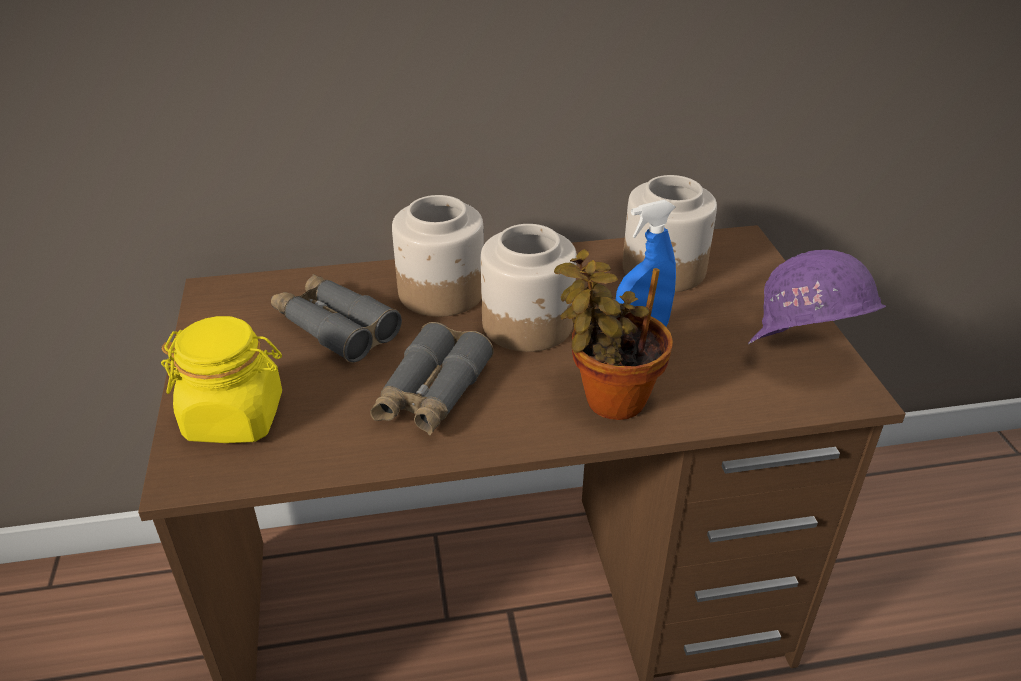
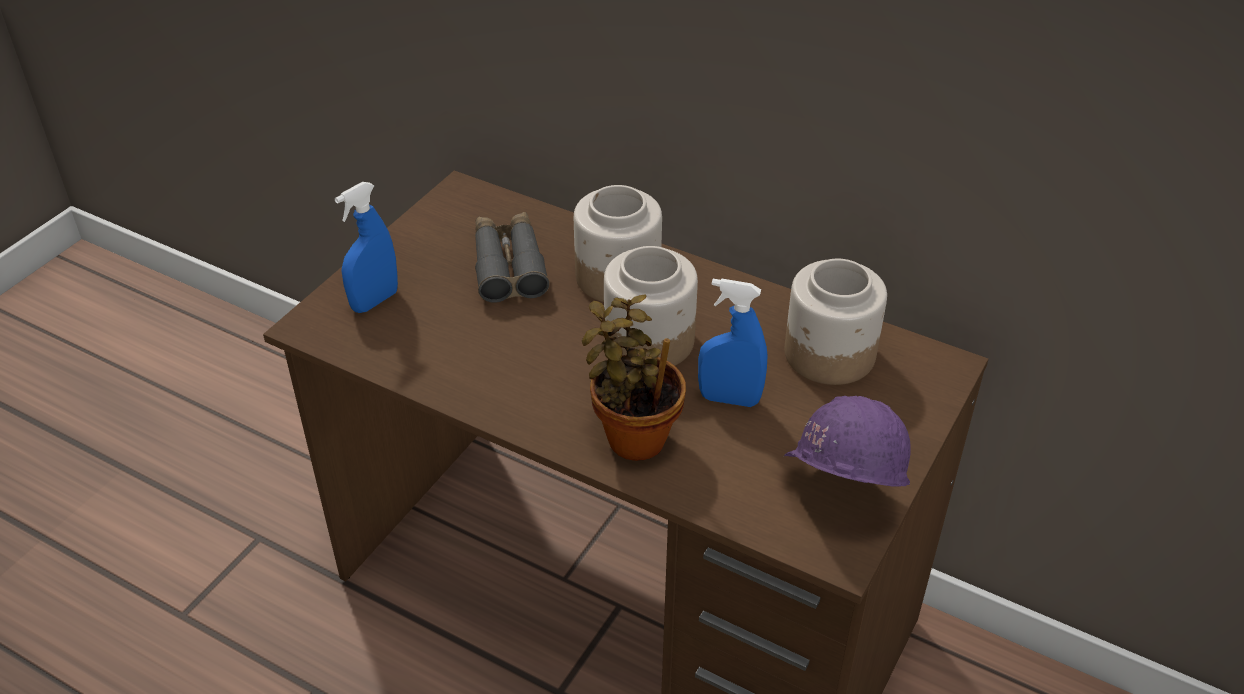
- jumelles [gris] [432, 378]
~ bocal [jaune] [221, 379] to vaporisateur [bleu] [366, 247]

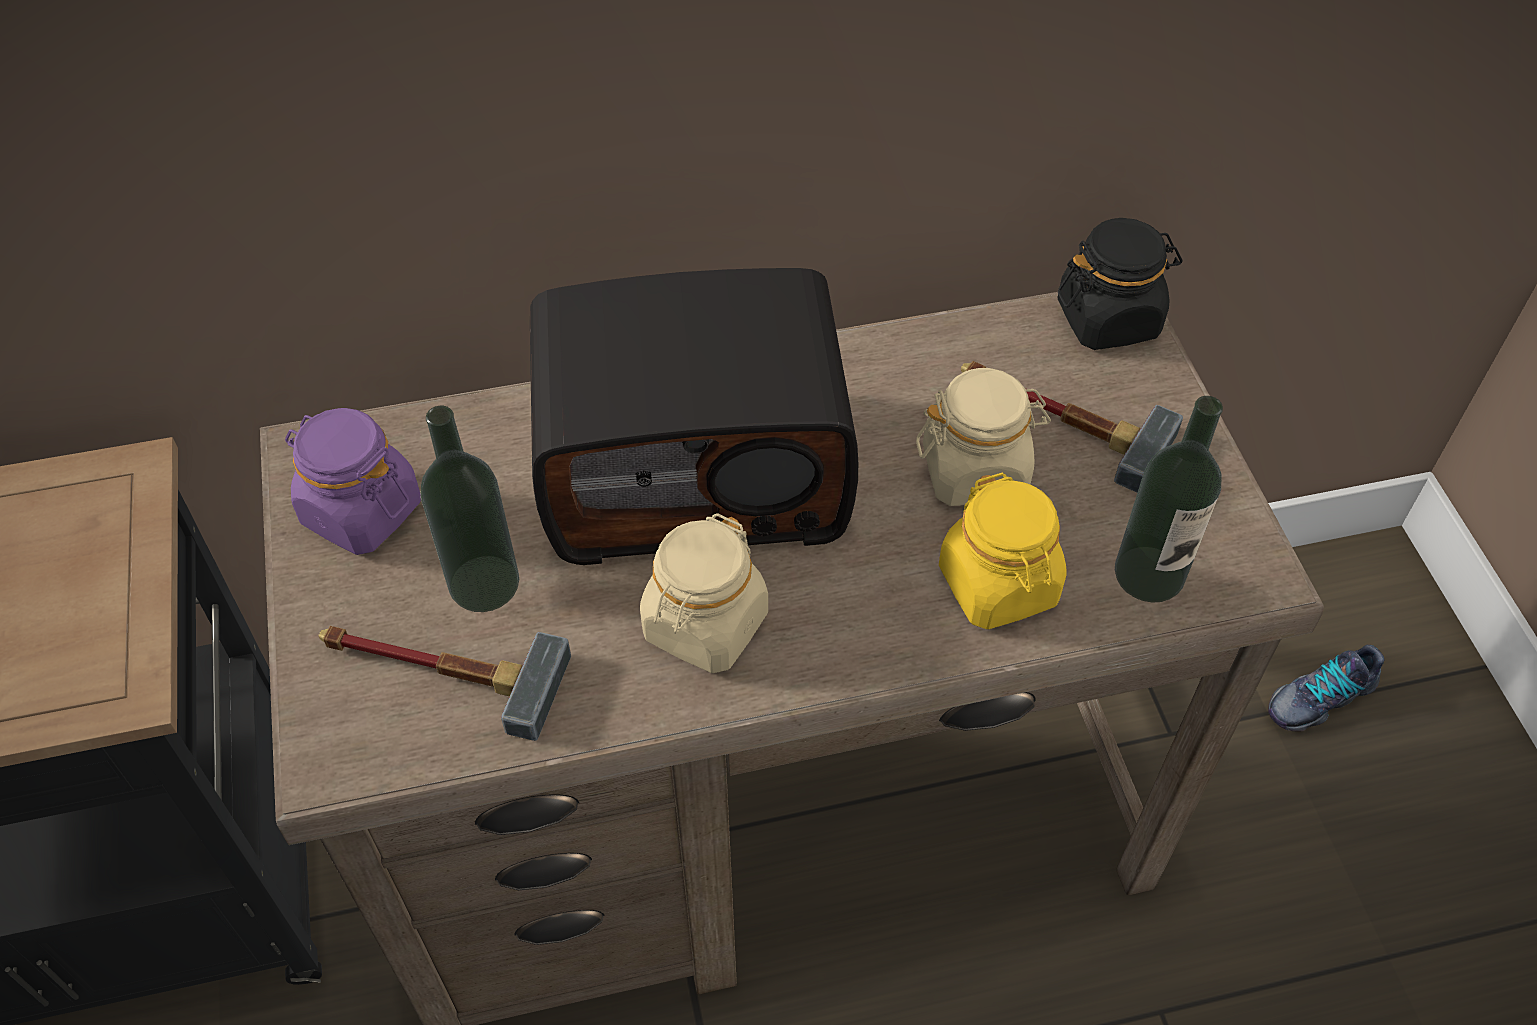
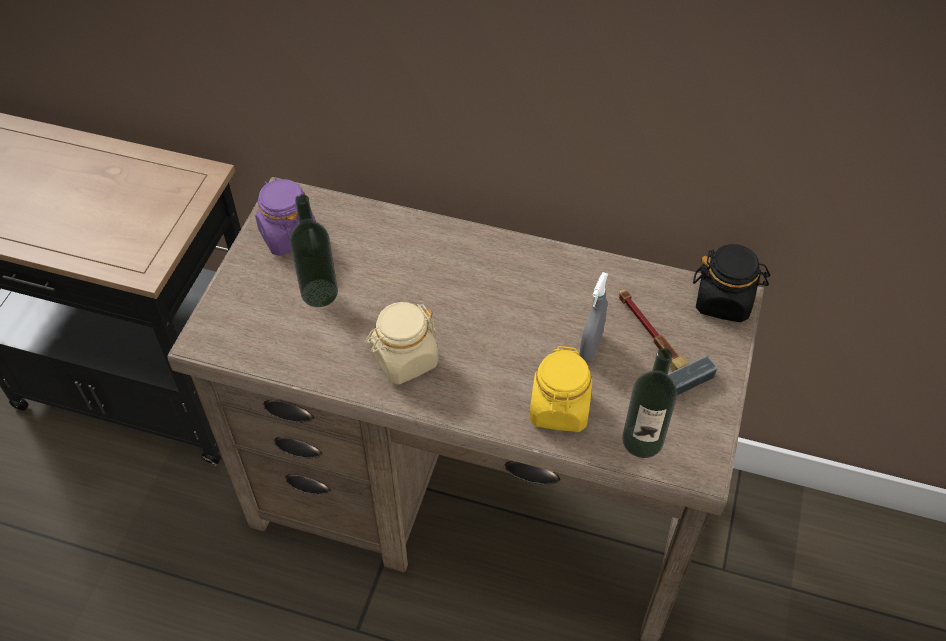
- marteau [444, 683]
- radio [694, 416]
- chaussure [1326, 688]
~ bocal [beige] [983, 437] to vaporisateur [gris] [594, 316]

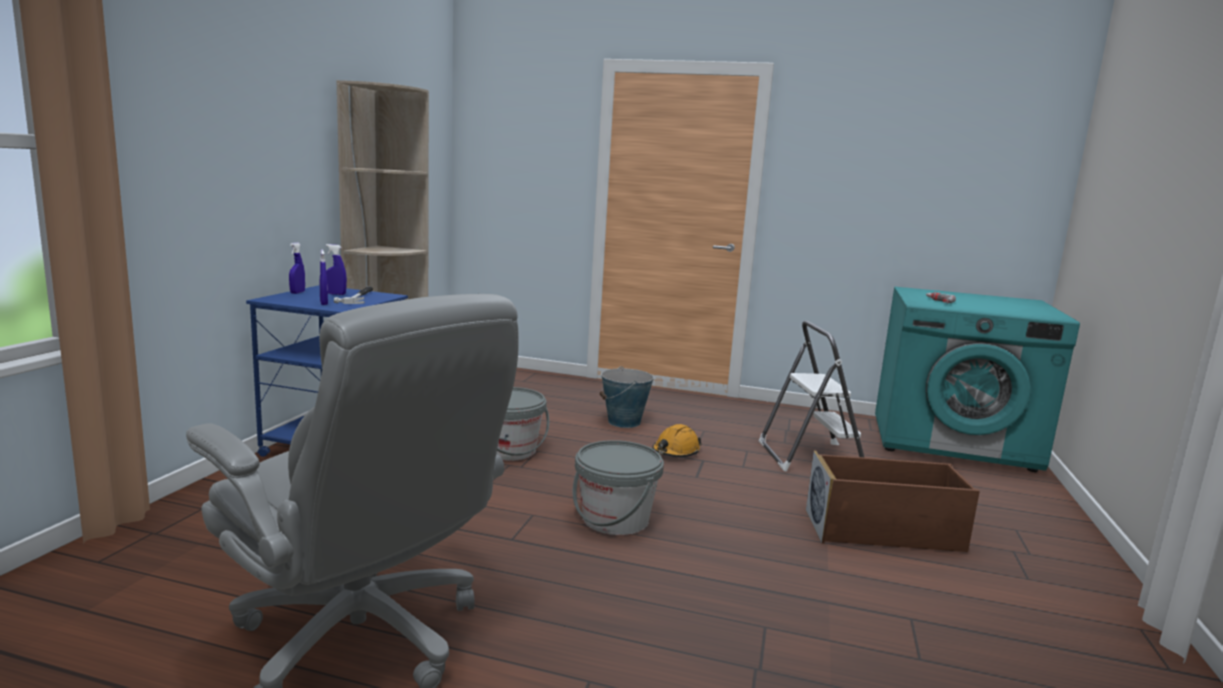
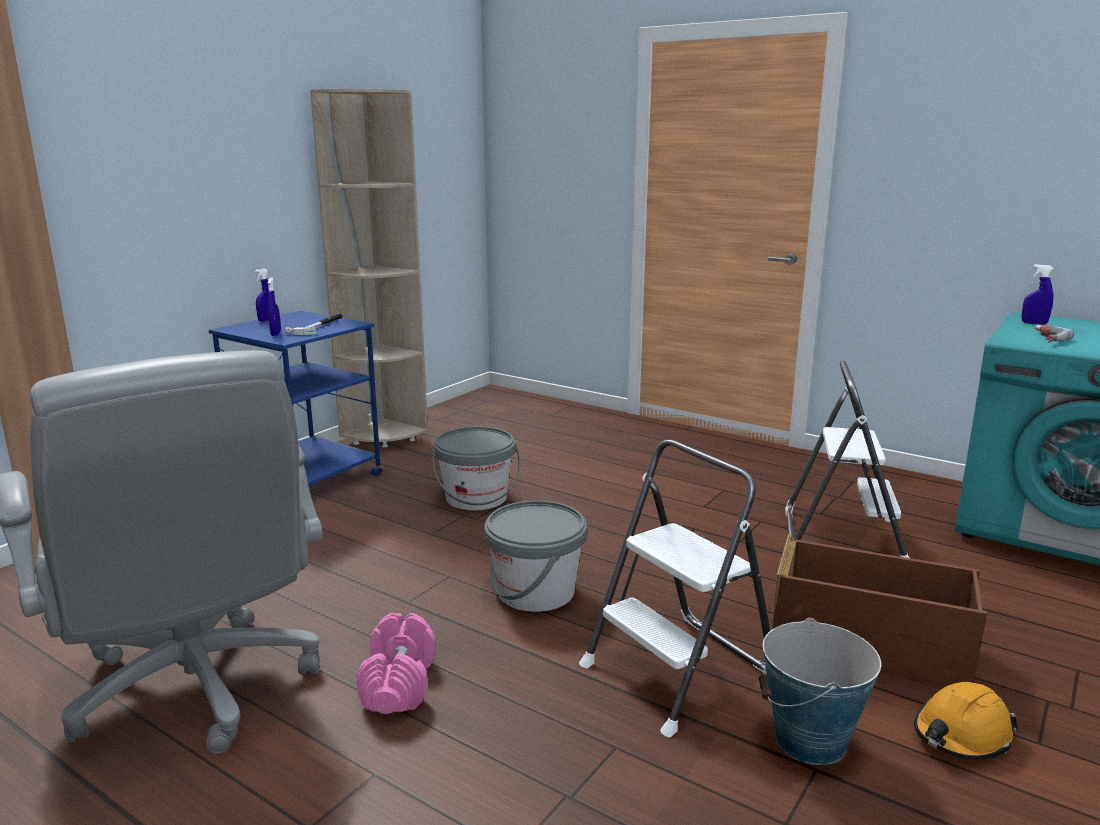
+ haltère [rose] [396, 663]
+ escabeau [blanc] [674, 588]
~ vaporisateur [bleu] [336, 269] to [1037, 294]
~ seau [627, 397] to [820, 691]
~ casque de chantier [orange] [677, 440] to [966, 721]

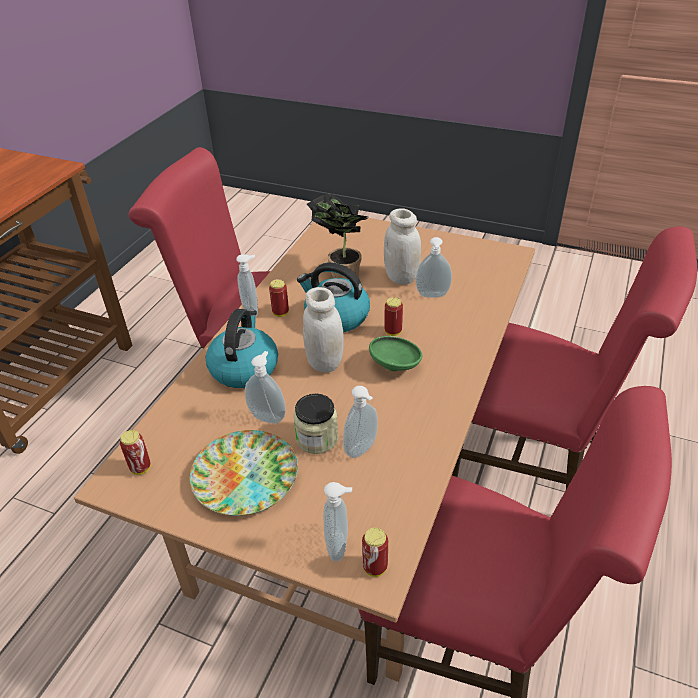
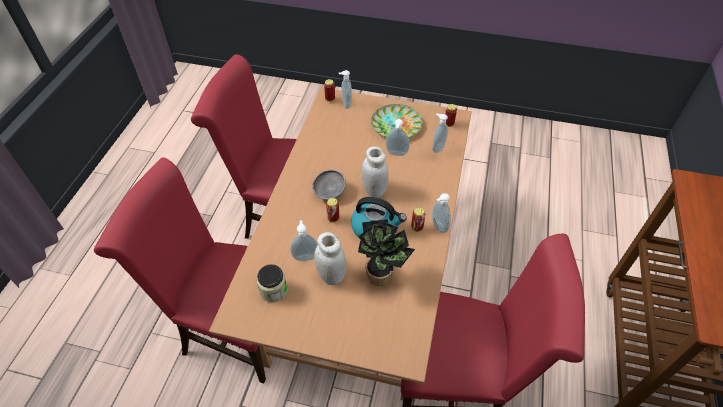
- bouilloire [242, 348]
~ bocal [315, 423] to [272, 283]
~ distributeur de savon [360, 422] to [440, 133]
~ bol [vert] [395, 353] to bol [gris] [329, 185]

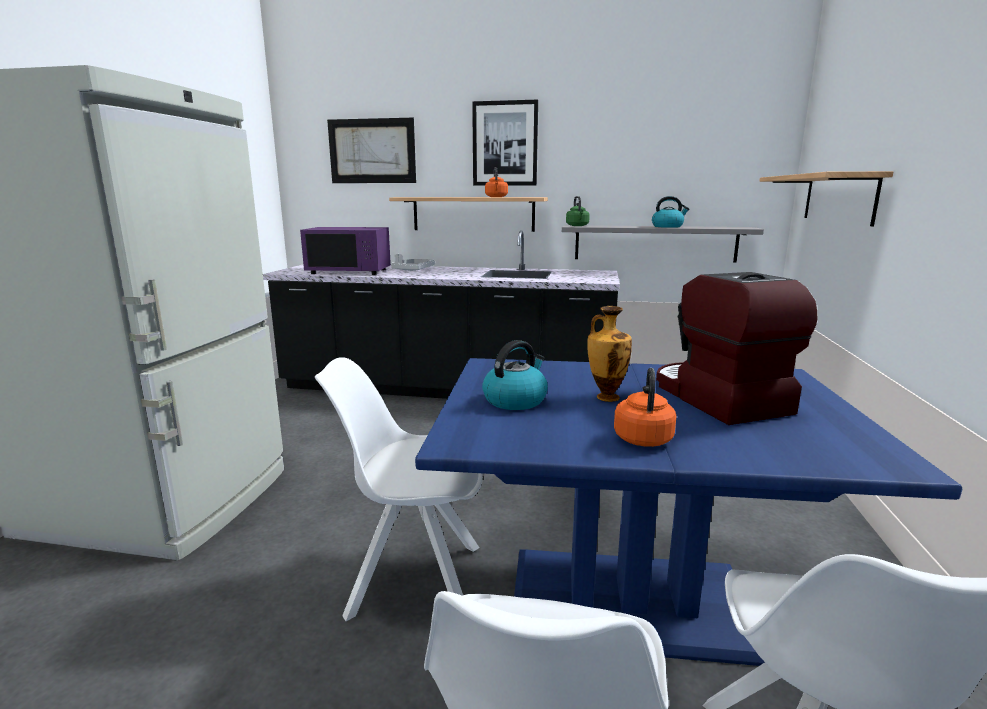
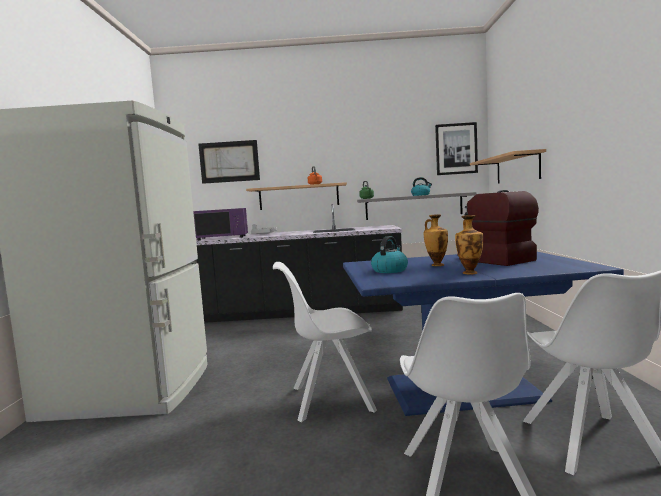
~ tableau [505, 143] to [456, 148]
~ bouilloire [orange] [645, 407] to vase [469, 244]

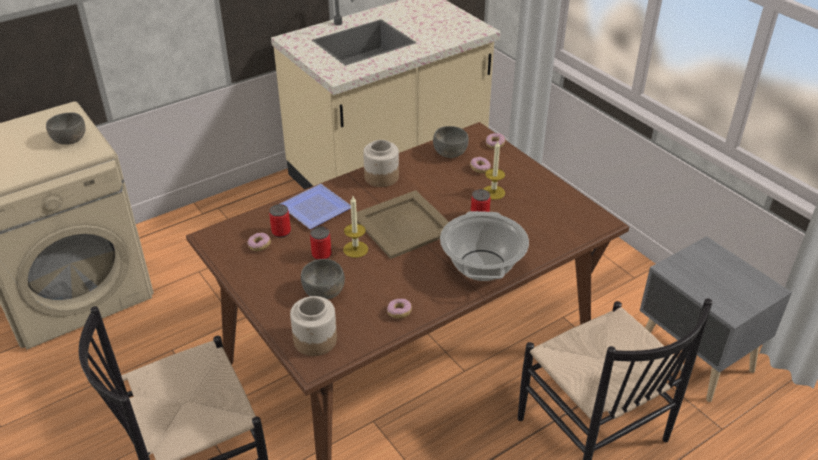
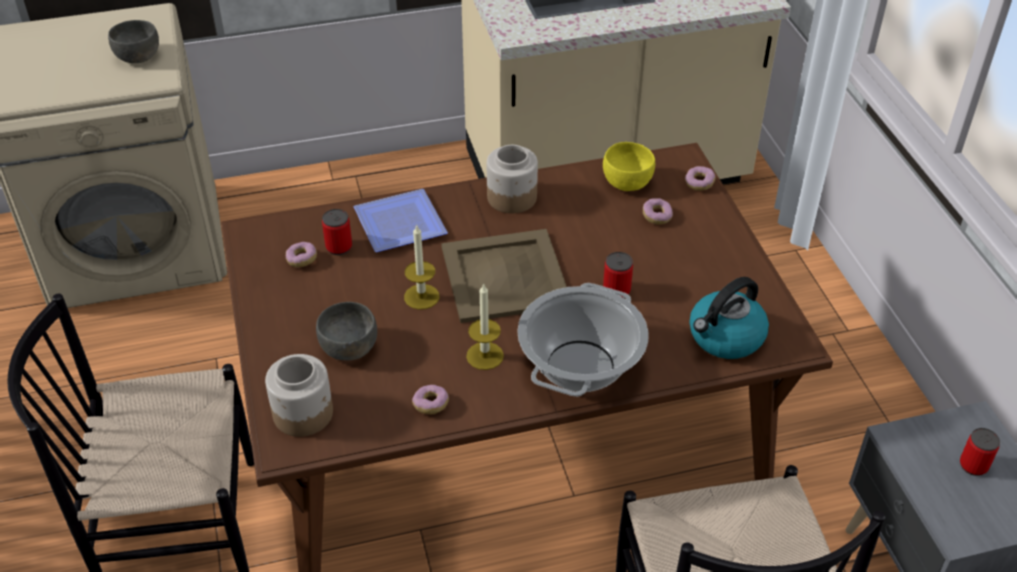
+ bouilloire [729, 318]
~ boîte métallique [321, 243] to [980, 452]
~ bougie [494, 170] to [485, 326]
~ bol [gris] [450, 142] to bol [jaune] [629, 166]

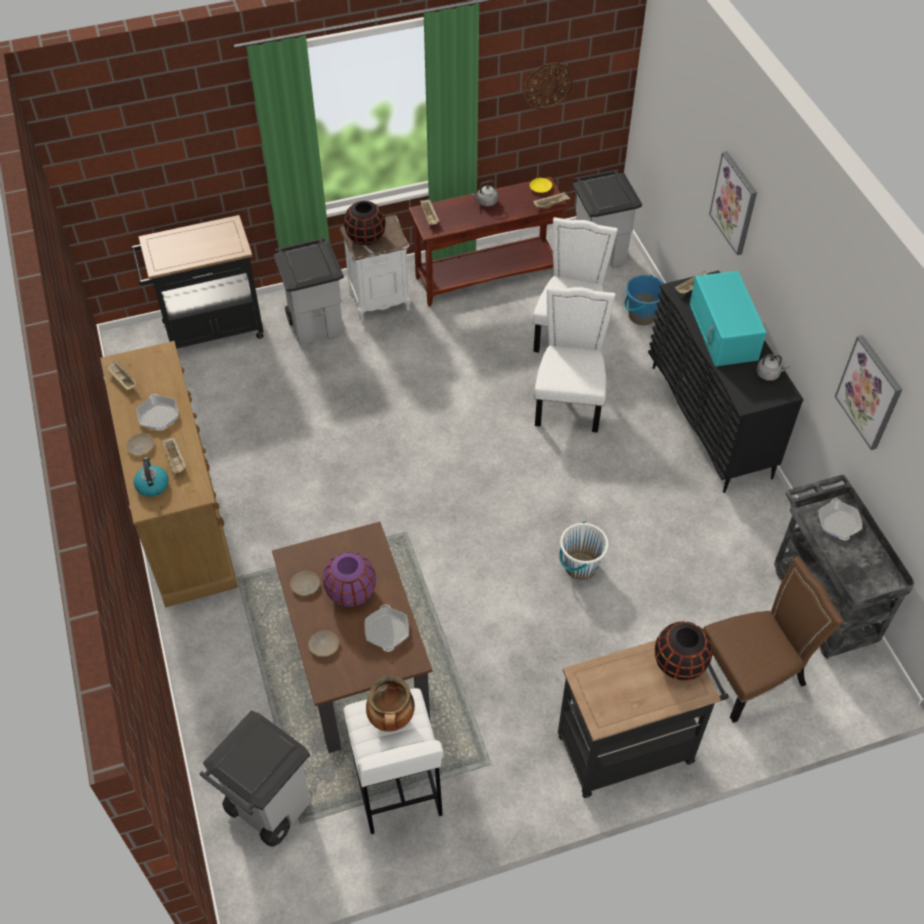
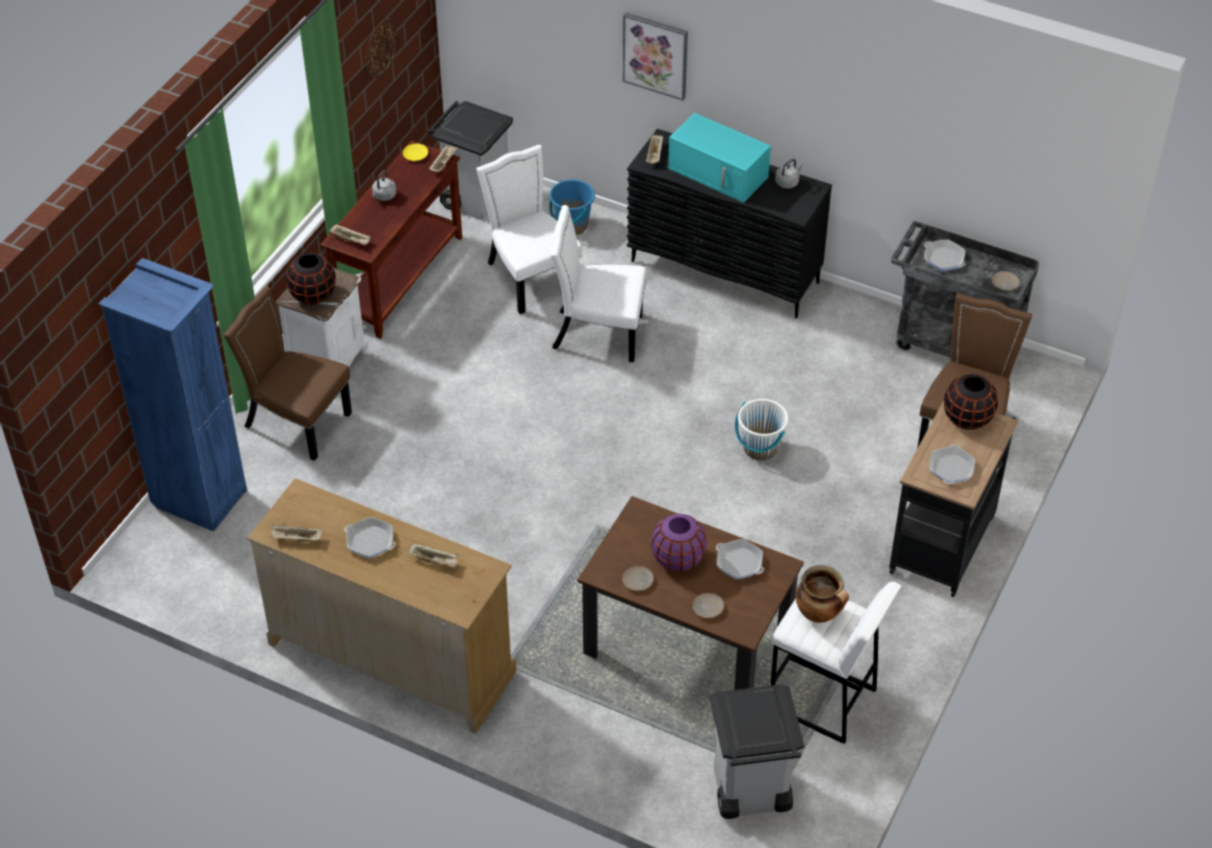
- bouilloire [151, 477]
- tableau [869, 392]
+ poêle [952, 464]
~ assiette [beige] [140, 444] to [1006, 281]
~ chariot [noir] [197, 282] to meuble de rangement [bleu] [172, 394]
~ poubelle [gris] [308, 291] to chaise [marron] [288, 373]
~ chaise [blanc] [575, 360] = [598, 283] 45 degrees counterclockwise

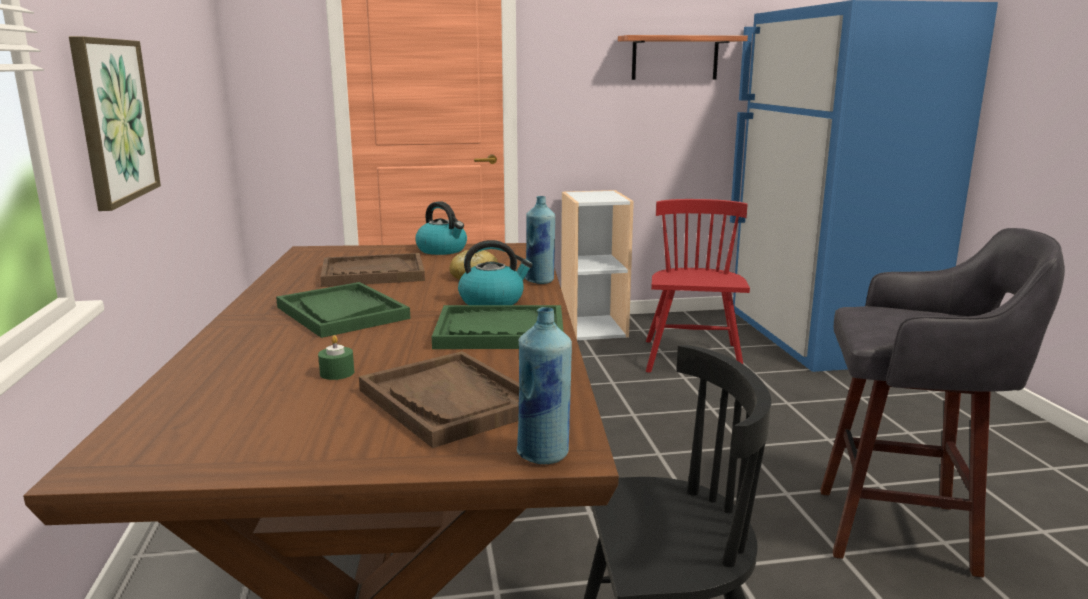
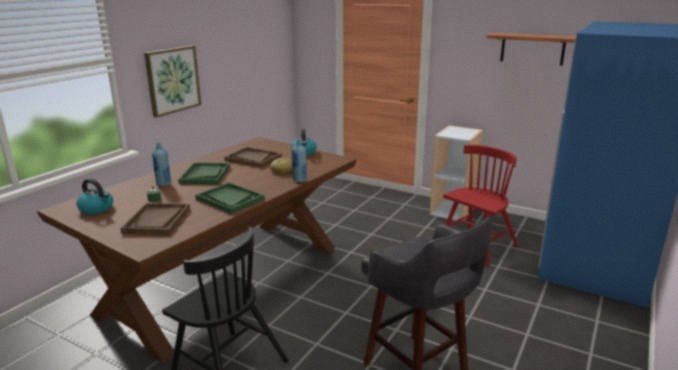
~ bouilloire [495, 272] to [95, 196]
~ bouteille [bleu] [544, 385] to [161, 164]

